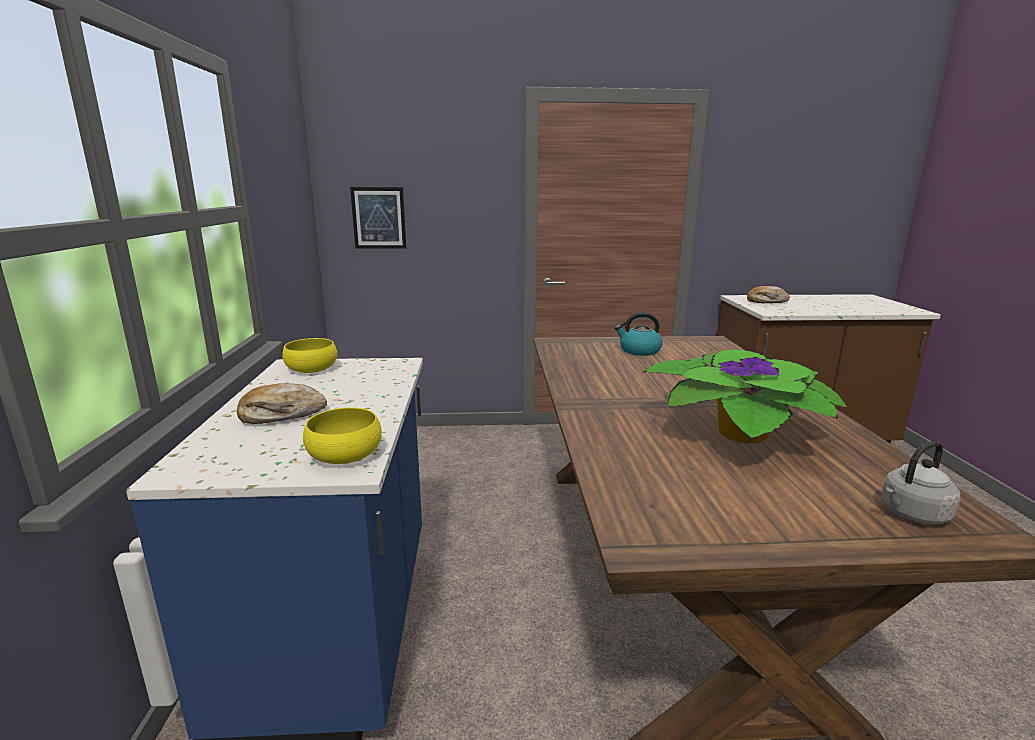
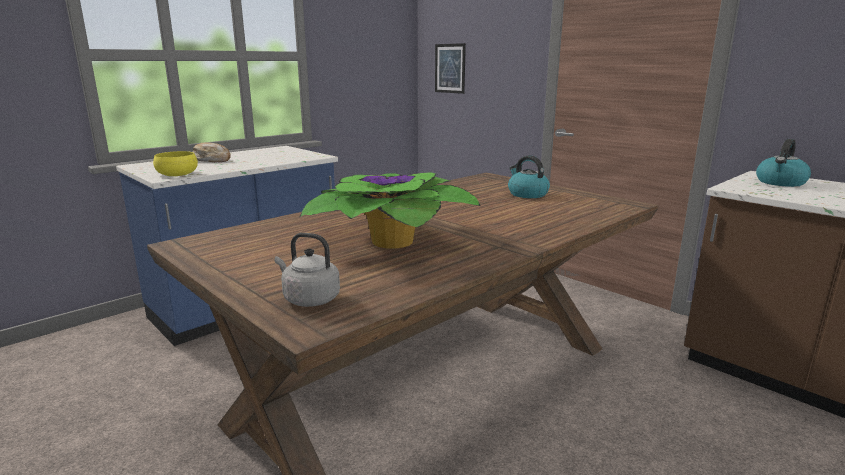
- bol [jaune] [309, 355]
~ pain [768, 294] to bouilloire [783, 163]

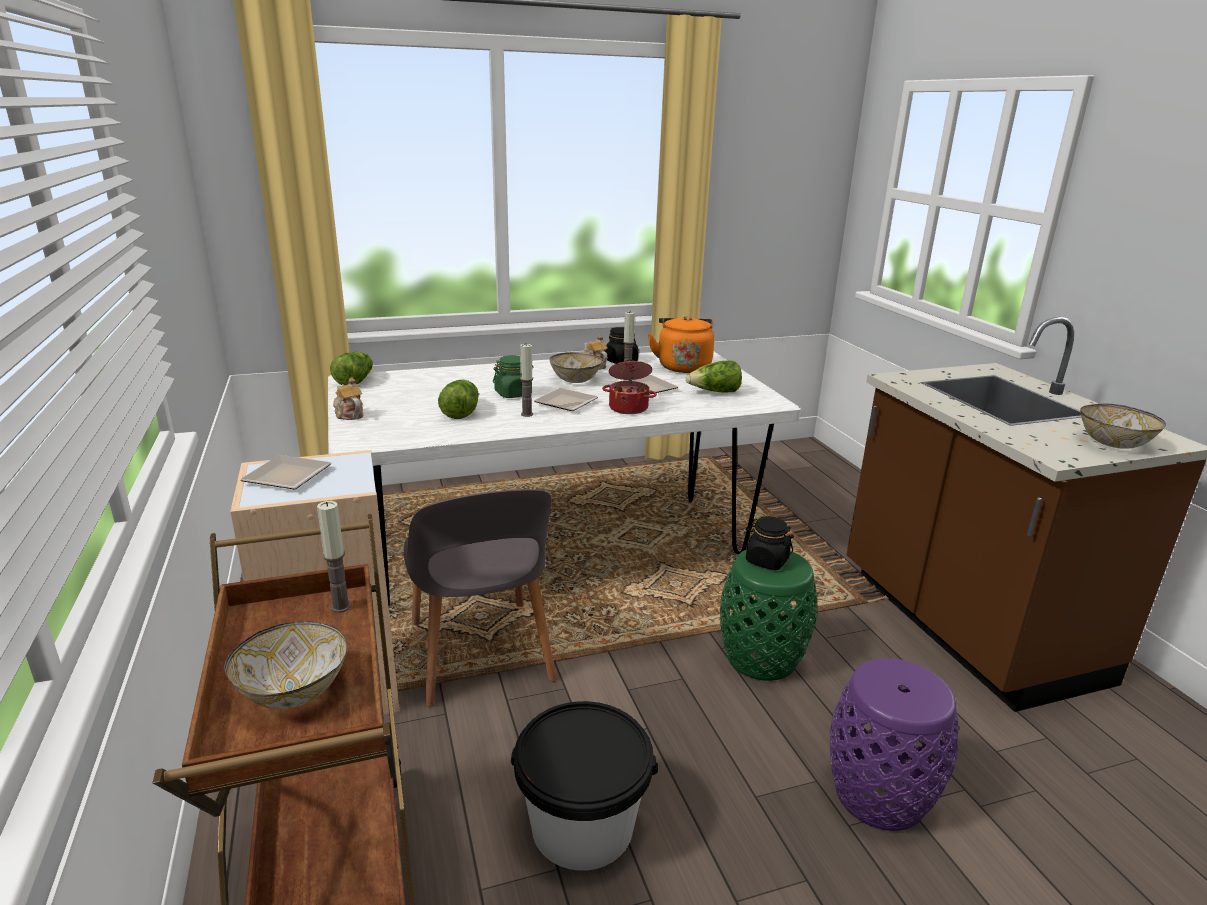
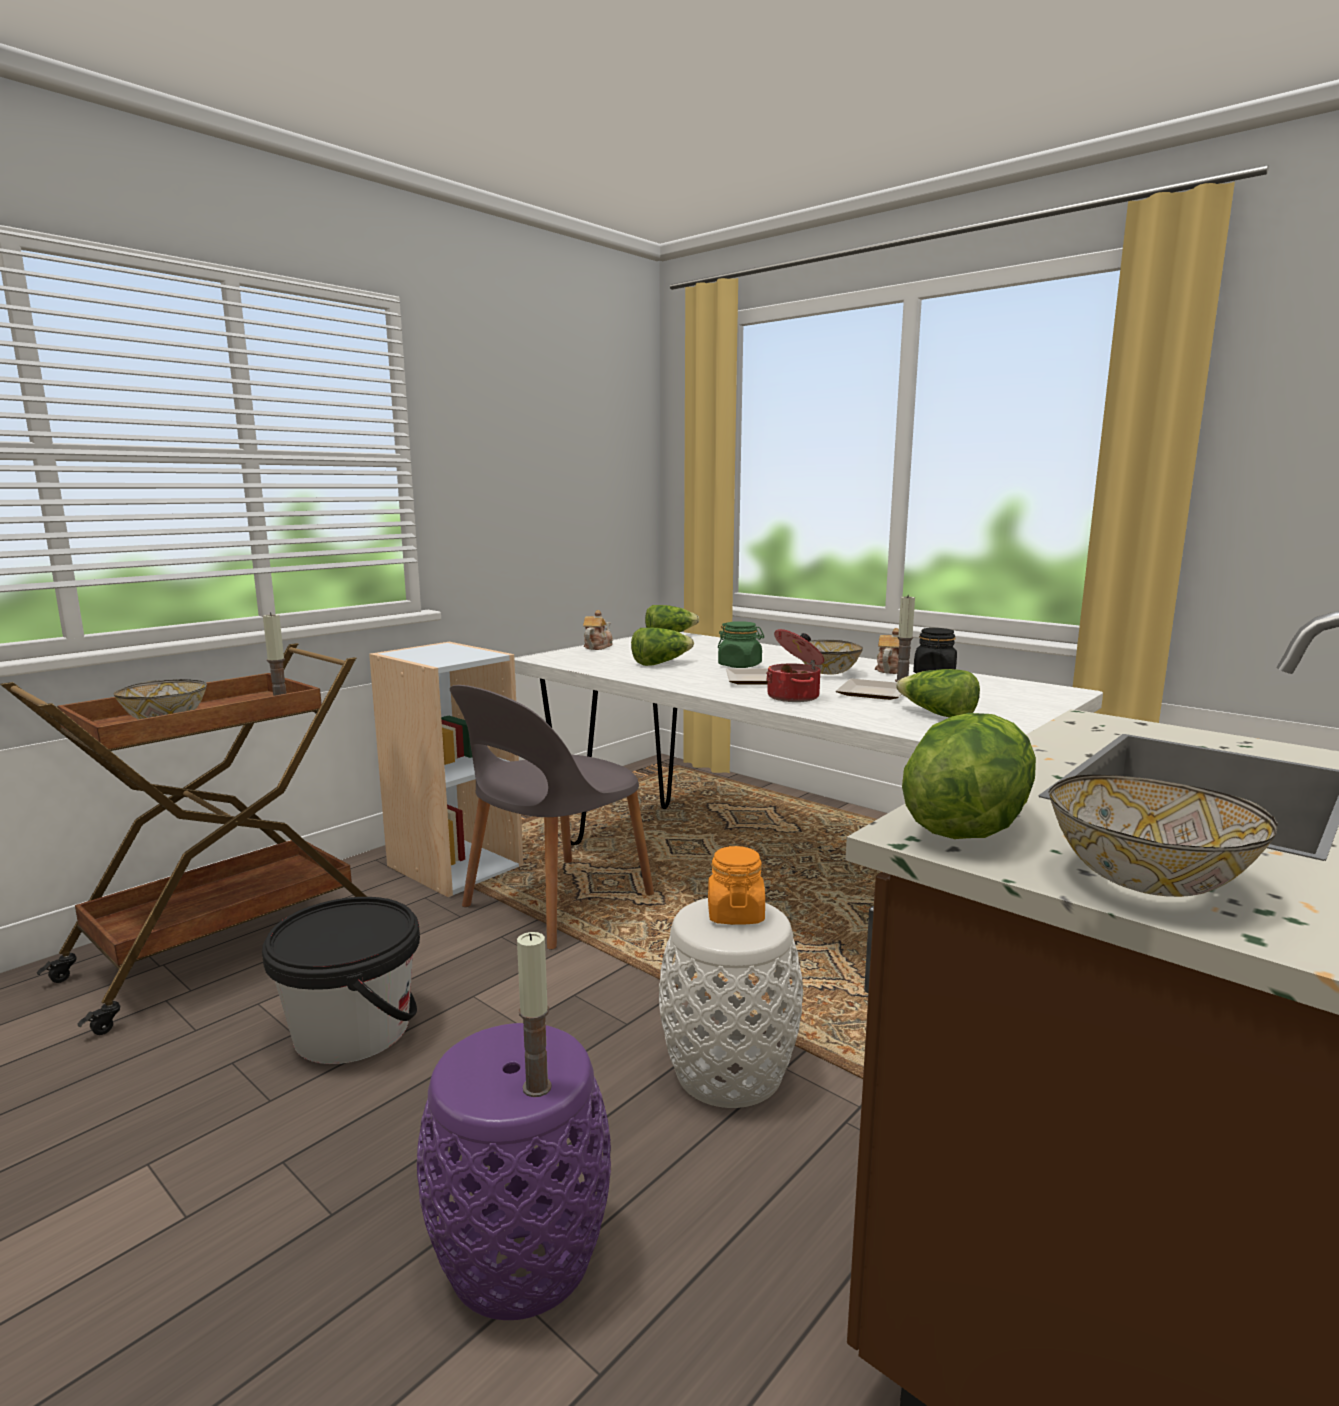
- assiette [286, 472]
- bouilloire [orange] [681, 344]
+ laitue [969, 776]
~ bougie [526, 380] to [534, 1014]
~ tabouret [vert] [768, 615] to tabouret [blanc] [731, 1003]
~ bocal [noir] [770, 543] to bocal [orange] [736, 885]

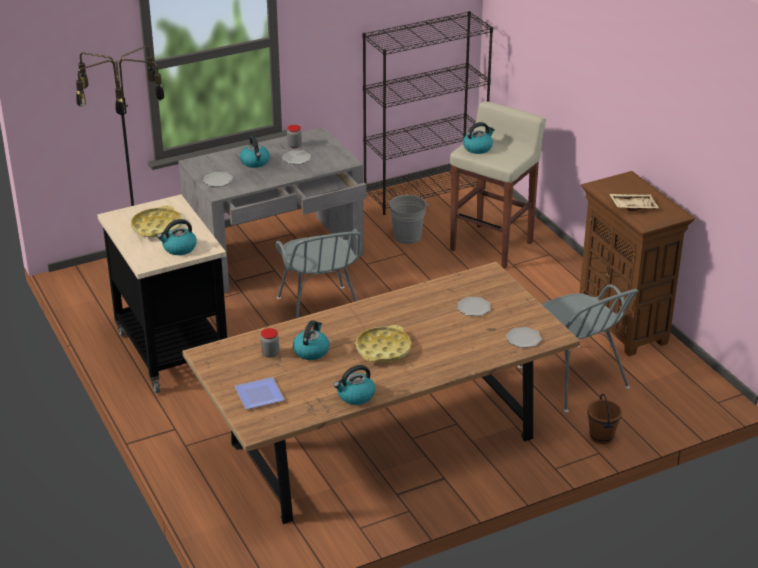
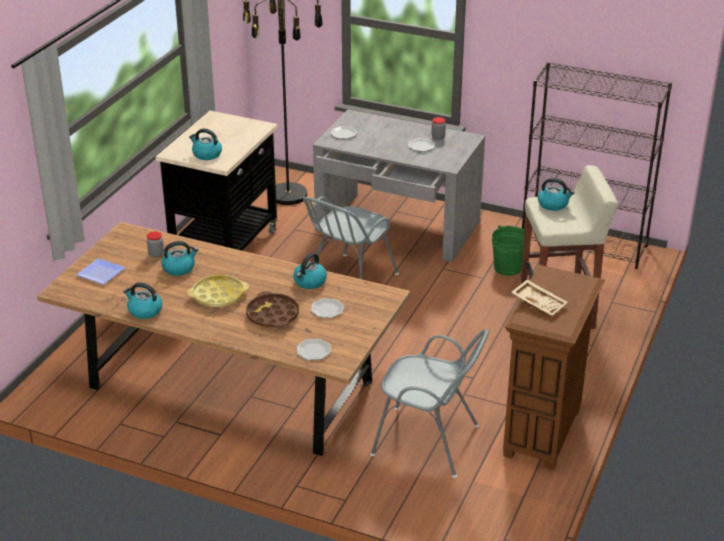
- plateau [jaune] [156, 221]
- seau [marron] [604, 419]
+ plateau [marron] [272, 309]
~ bouilloire [255, 151] to [310, 271]
~ seau [gris] [408, 219] to seau [vert] [508, 250]
~ chaise [gris] [578, 349] = [429, 403] 90 degrees counterclockwise

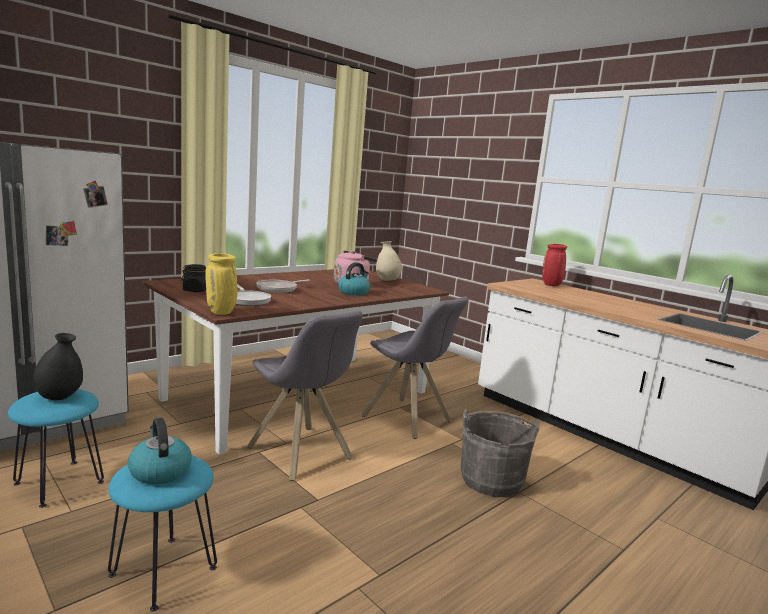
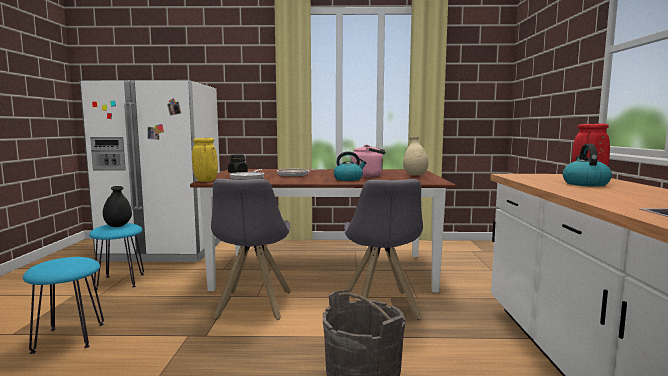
~ bouilloire [160, 451] to [587, 165]

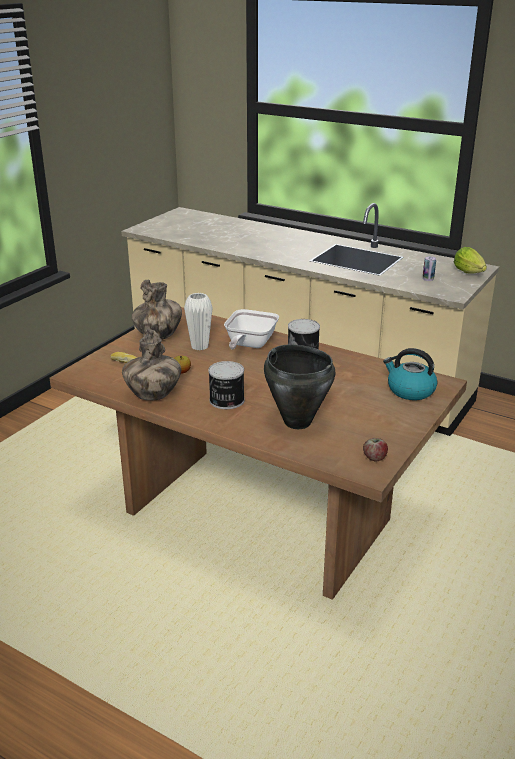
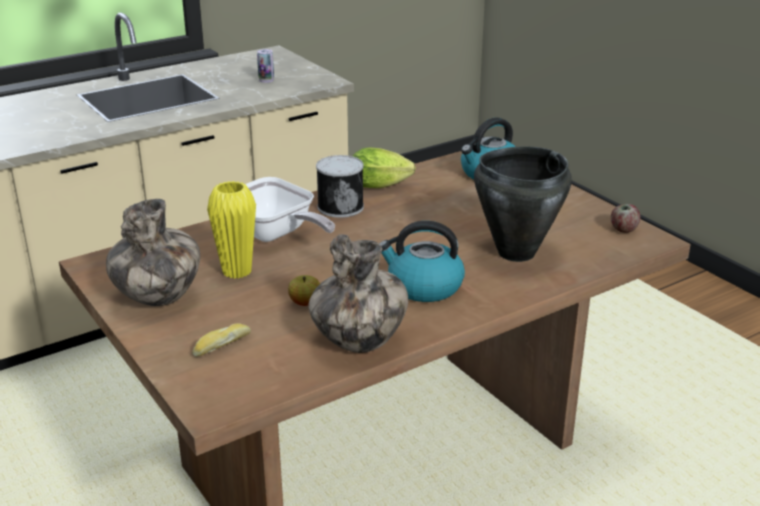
~ laitue [470, 260] to [384, 167]
~ boîte métallique [226, 385] to bouilloire [422, 261]
~ vase [blanc] [198, 322] to vase [jaune] [231, 230]

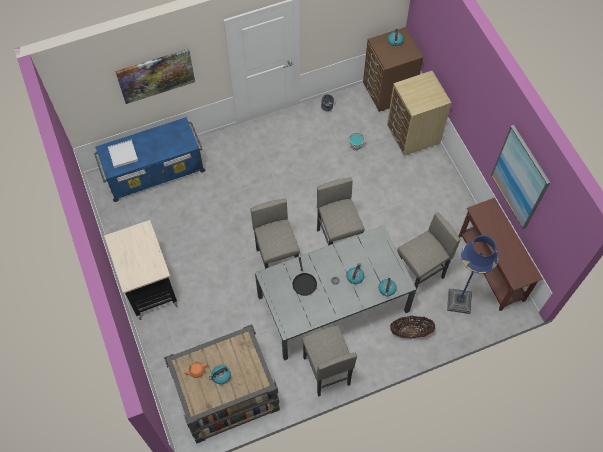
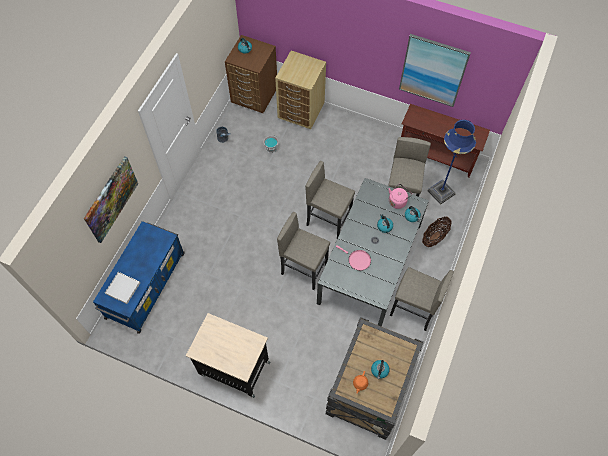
+ bouilloire [rose] [400, 196]
~ poêle [noir] [305, 276] to poêle [rose] [353, 258]

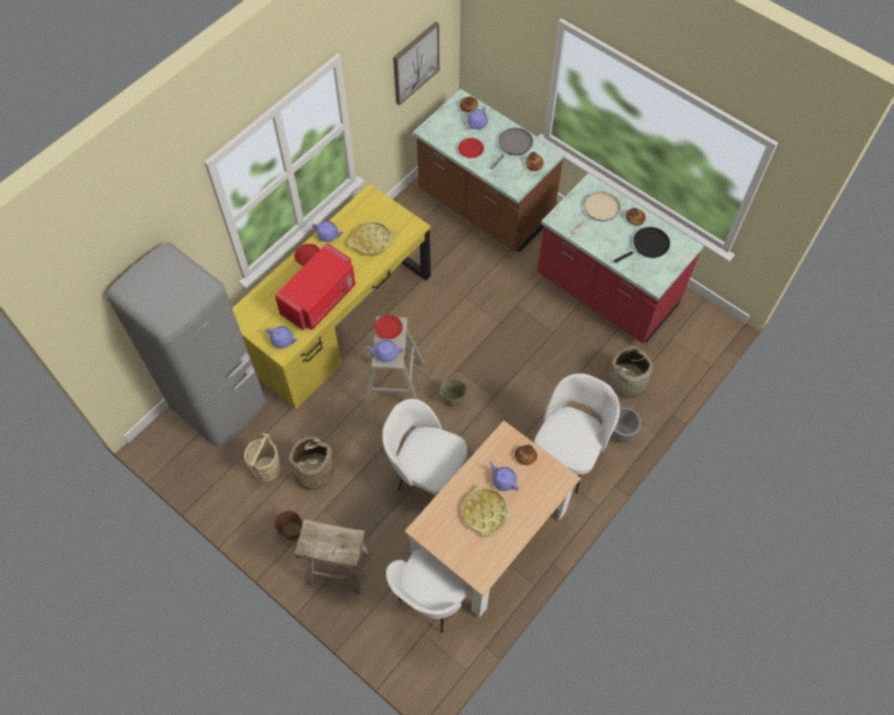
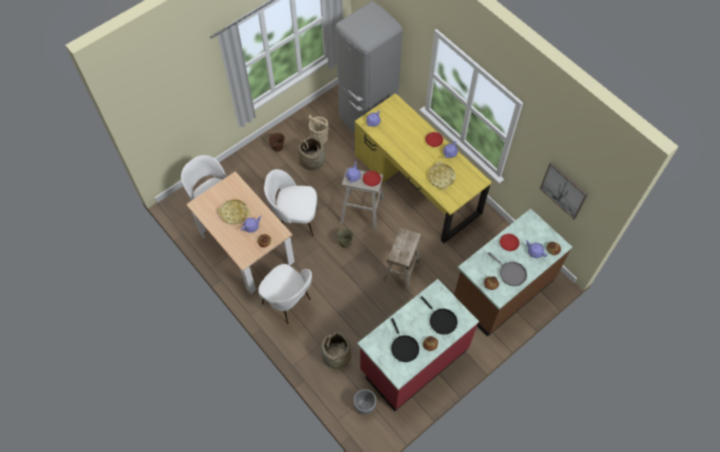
- micro-ondes [rouge] [315, 286]
~ tabouret [beige] [333, 557] to [402, 258]
~ cache-pot [gris] [626, 425] to [365, 402]
~ poêle [beige] [596, 213] to poêle [noir] [439, 315]
~ chaise [blanc] [425, 447] = [291, 202] 120 degrees counterclockwise

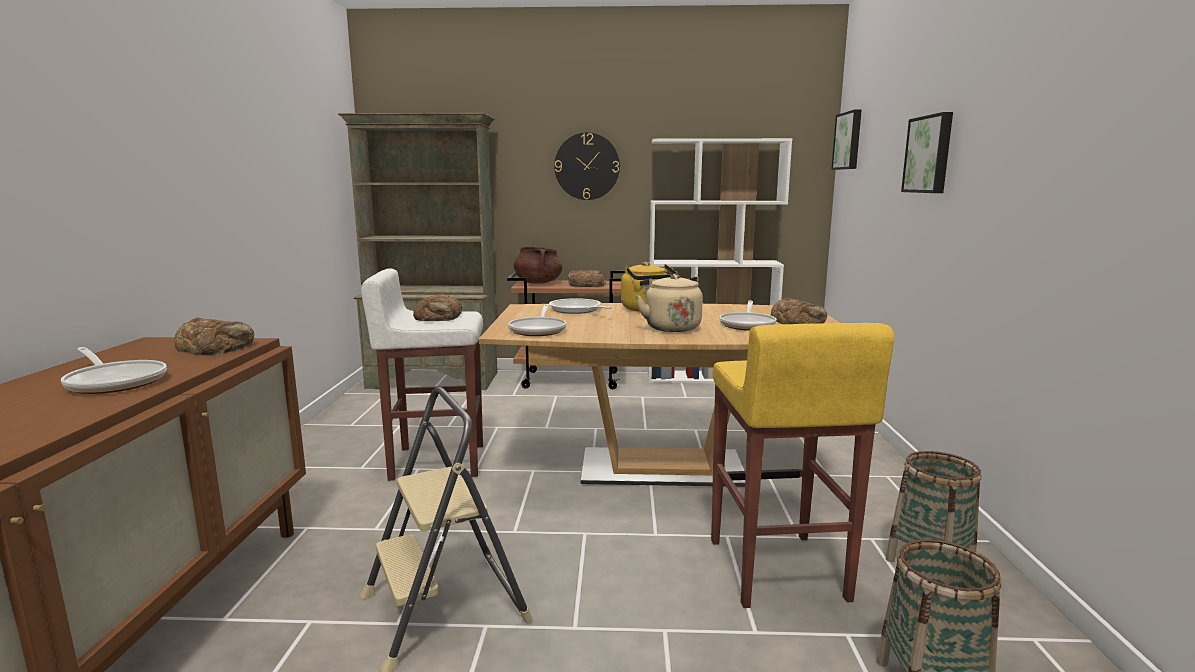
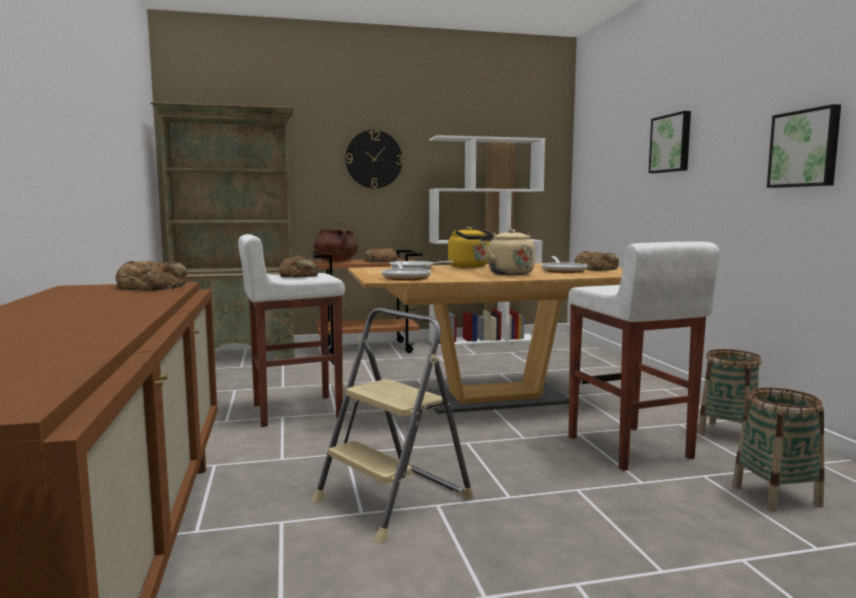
- poêle [114, 370]
~ tableau [846, 139] to [804, 146]
~ tabouret [jaune] [802, 465] to tabouret [blanc] [643, 356]

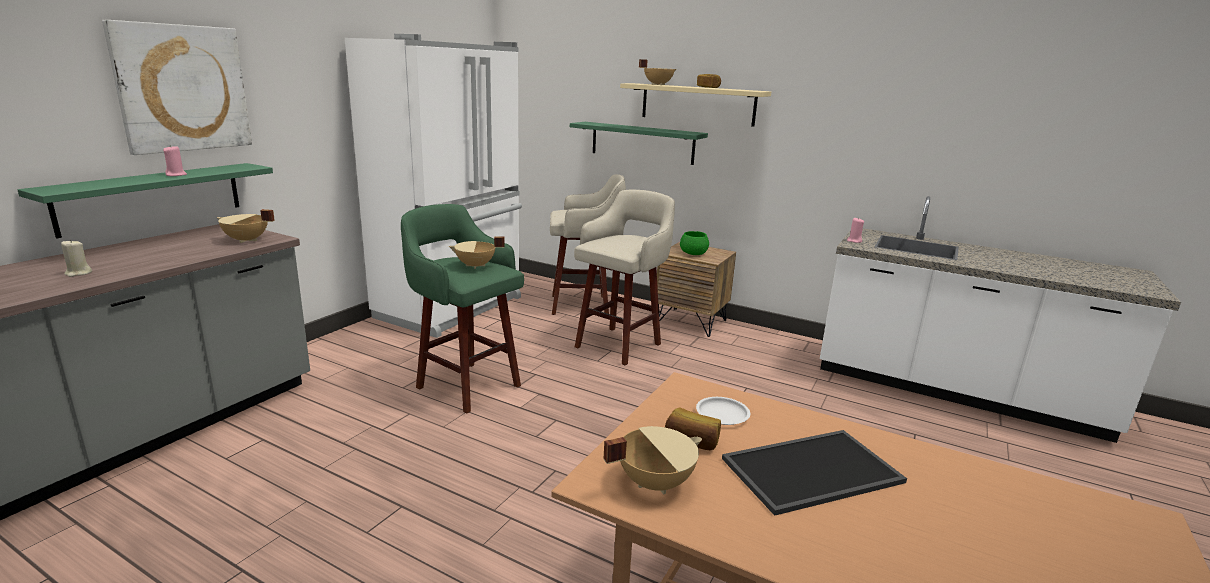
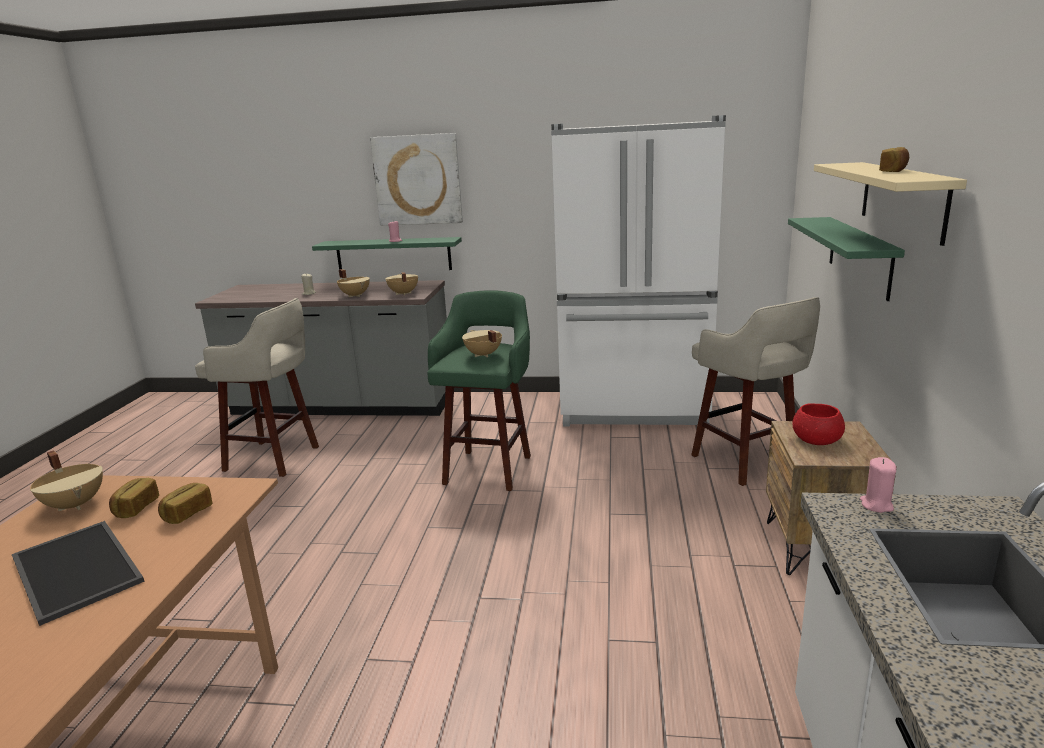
~ tabouret [beige] [624, 278] to [257, 387]
~ marmite [beige] [658, 72] to [353, 283]
~ assiette [blanc] [723, 411] to pain [185, 503]
~ bol [vert] [694, 243] to bol [rouge] [818, 424]

